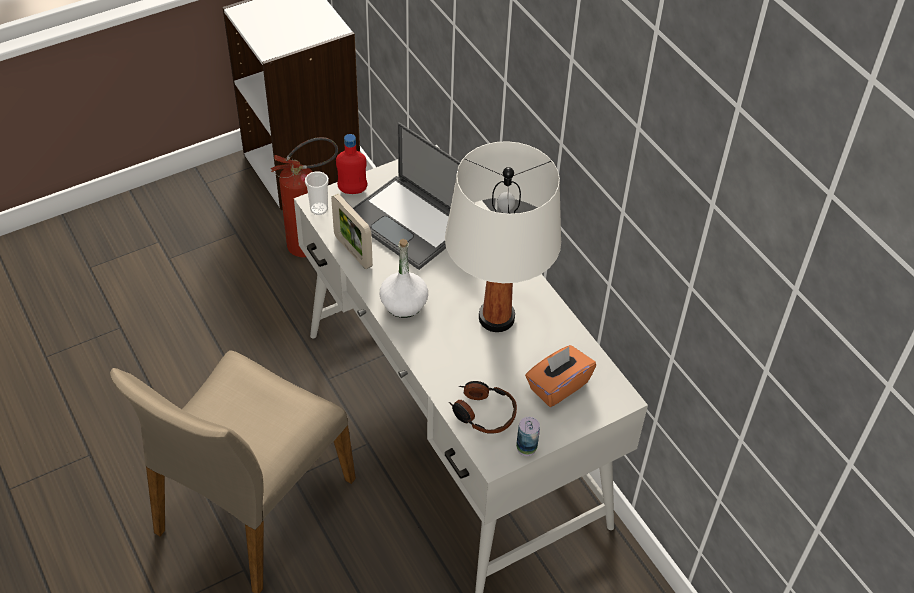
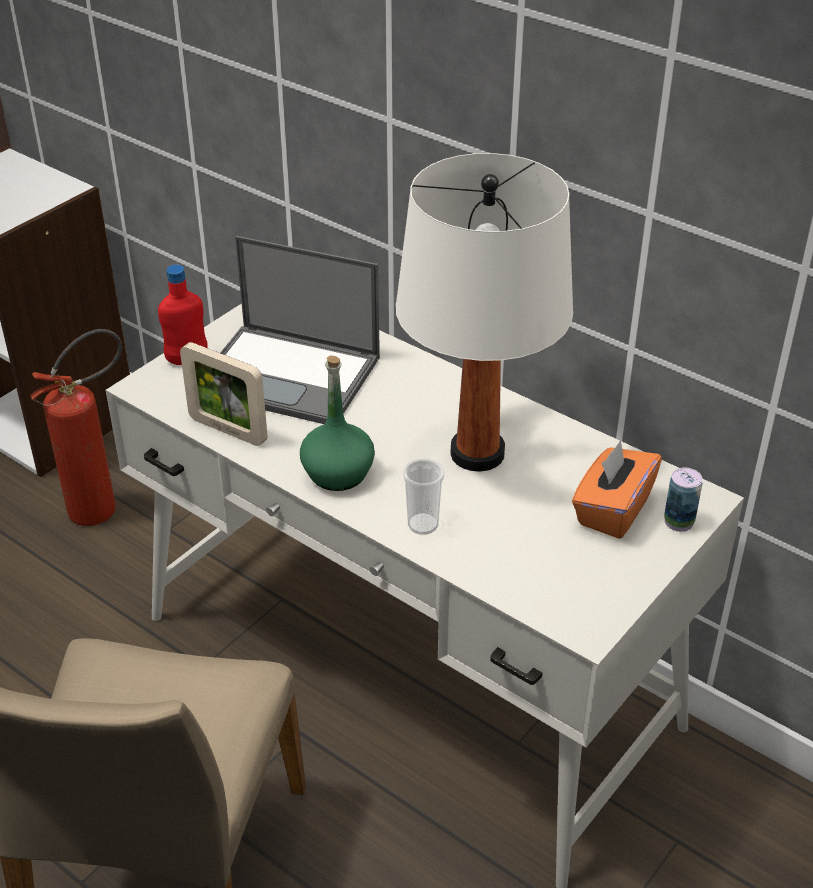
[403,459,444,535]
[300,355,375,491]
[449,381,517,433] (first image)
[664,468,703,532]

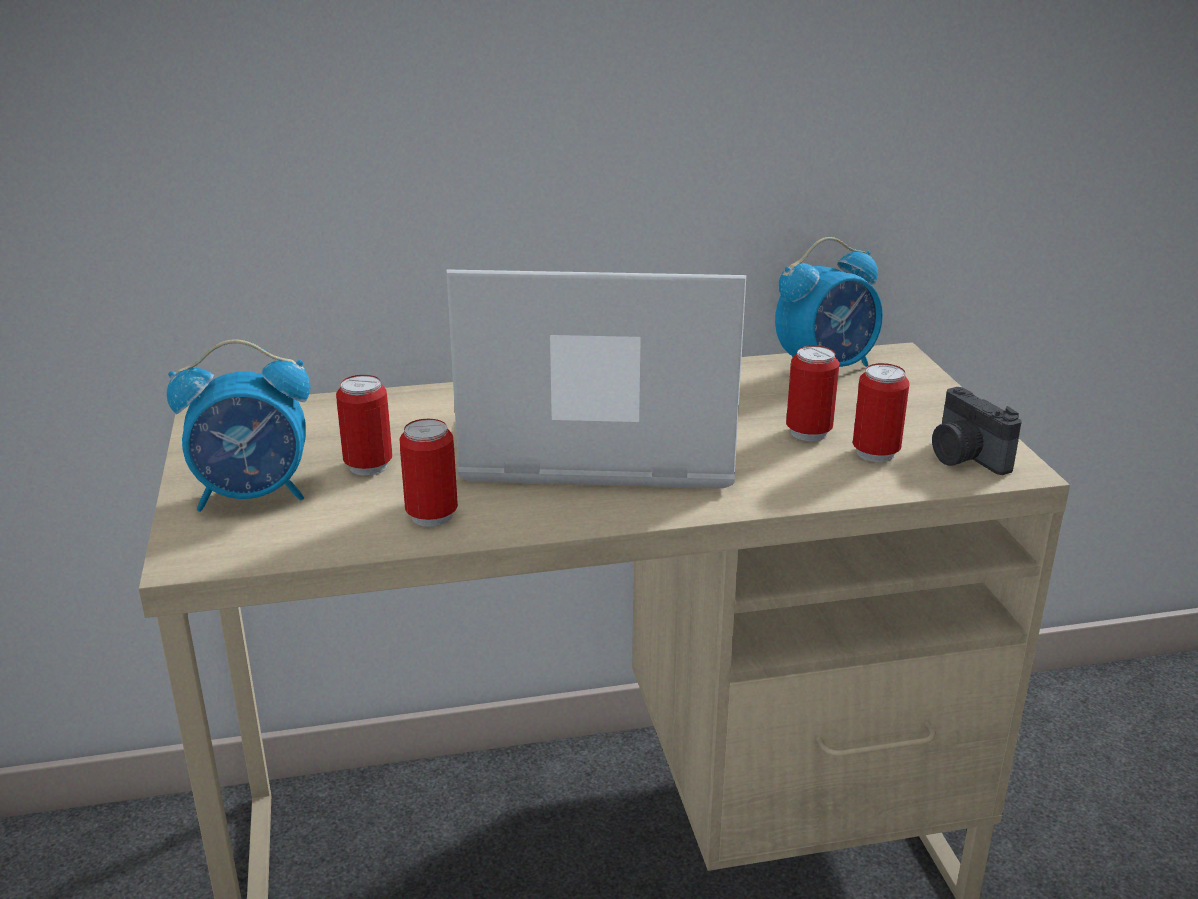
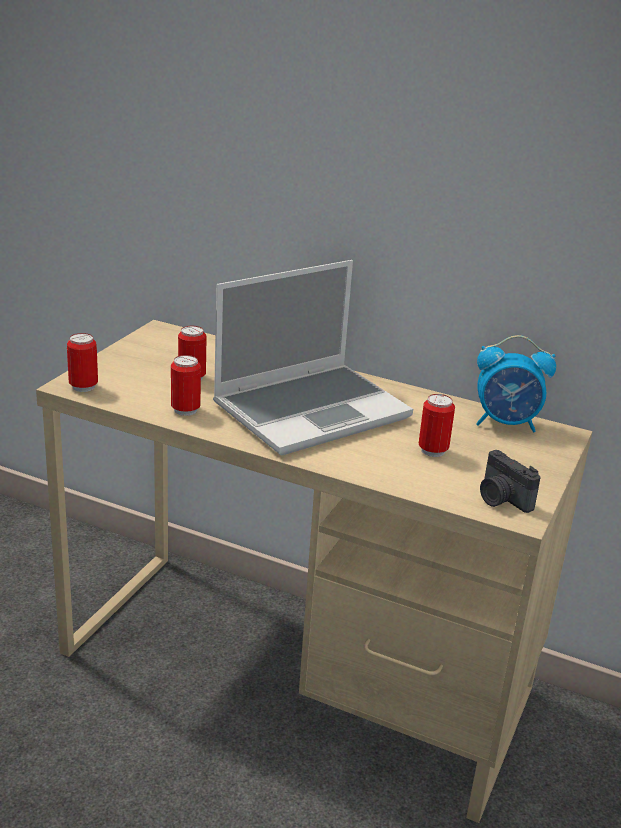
[167,339,310,512] (first image)
[213,260,413,455]
[67,333,98,392]
[480,450,541,513]

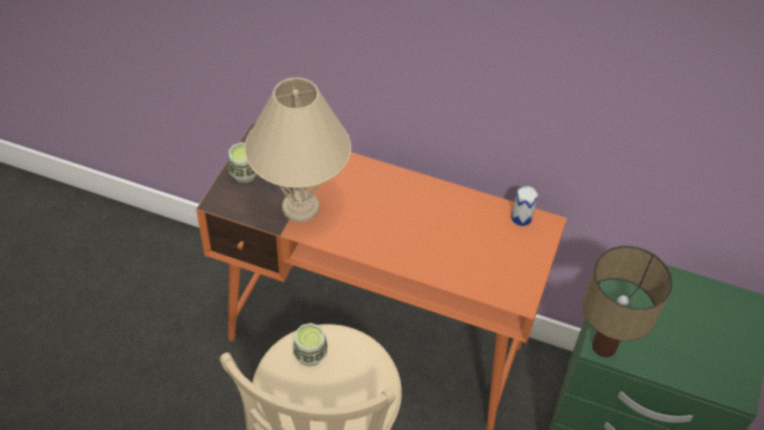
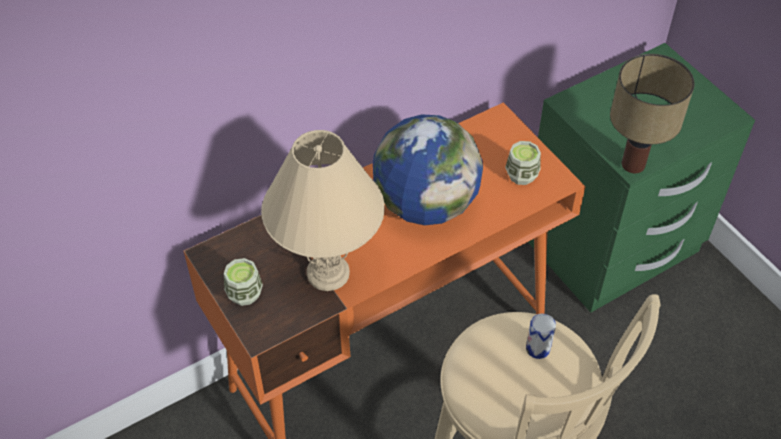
[505,141,541,185]
[526,314,556,359]
[373,114,483,226]

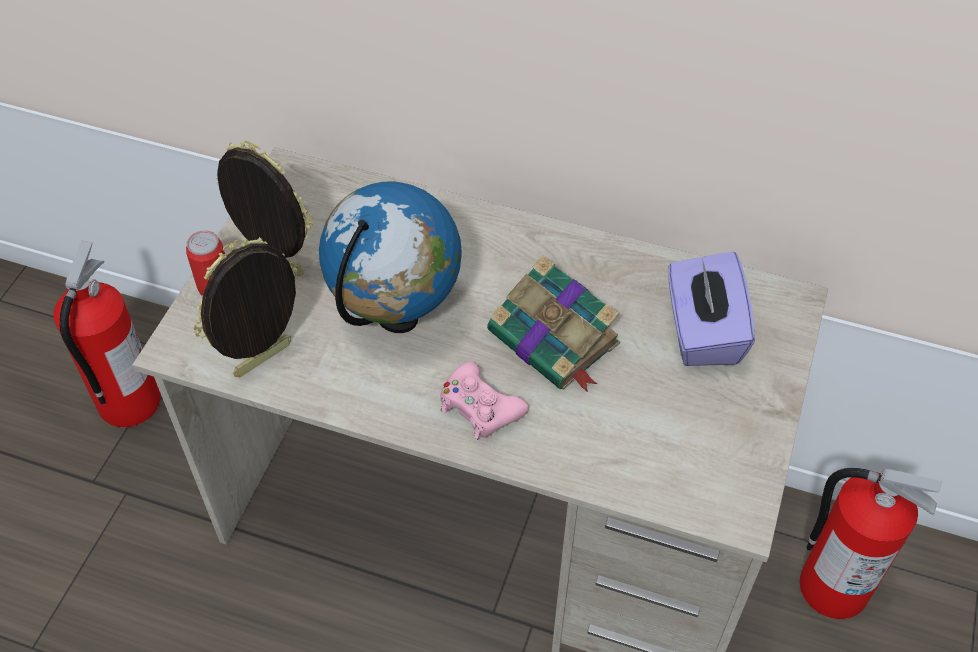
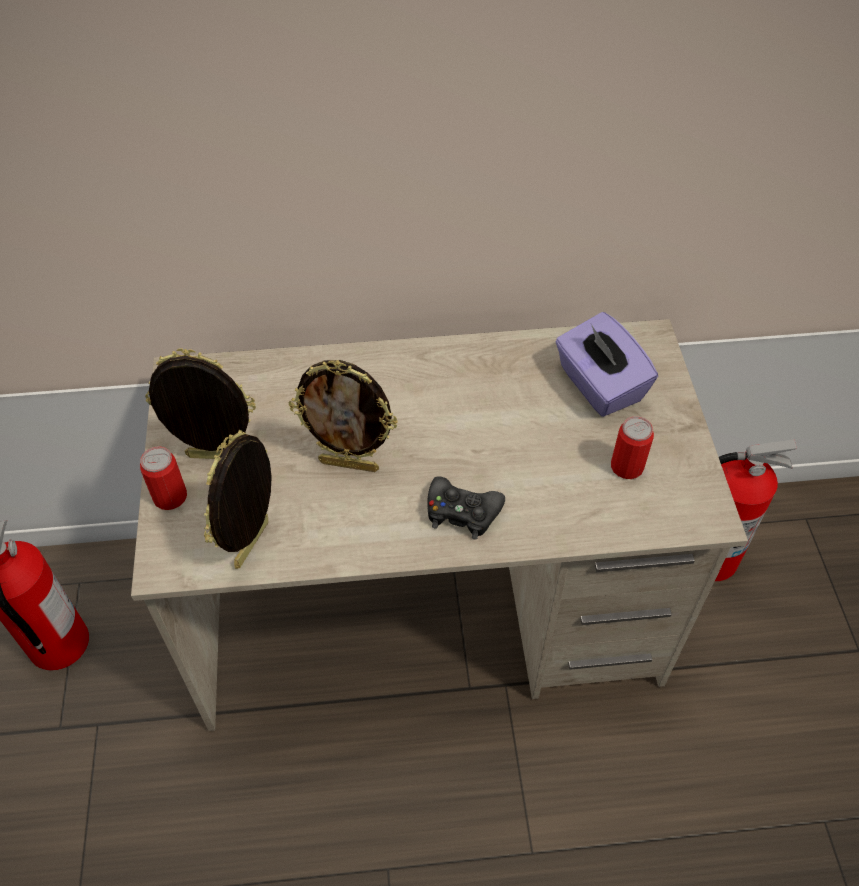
[289,360,398,472]
[427,476,505,540]
[487,255,620,392] (first image)
[611,416,654,479]

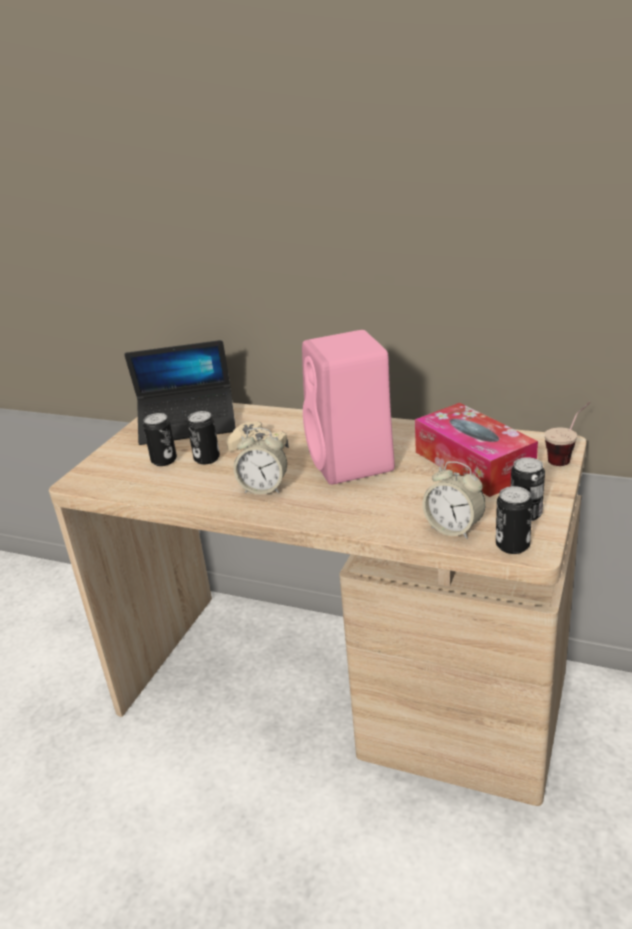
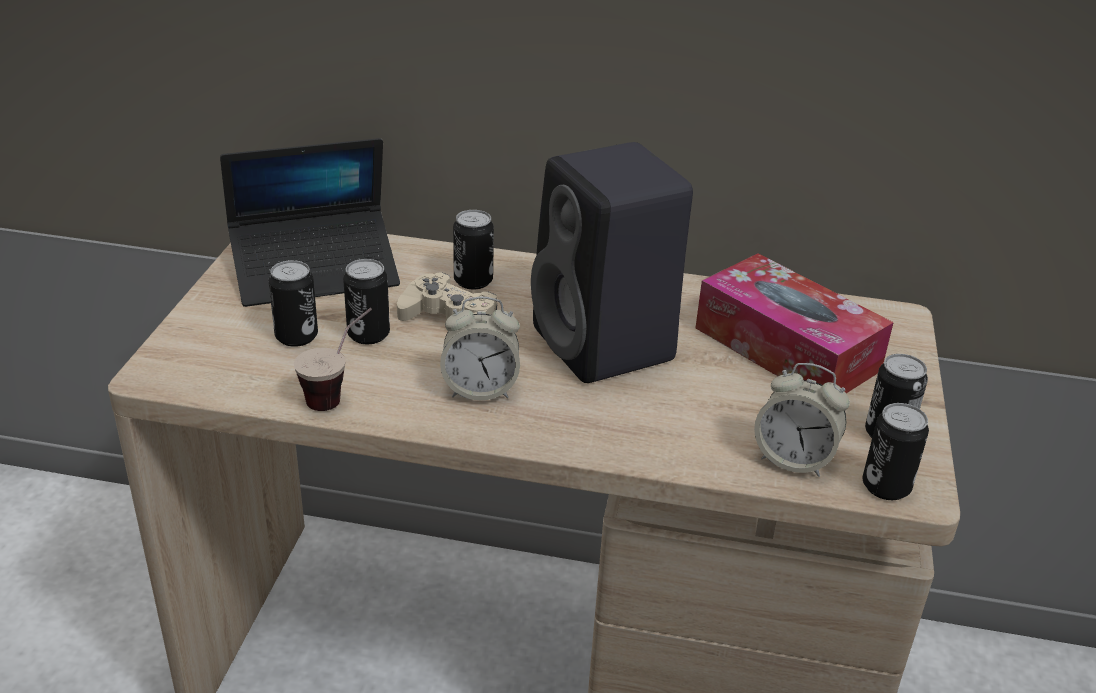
[531,142,693,383]
[294,308,372,411]
[453,210,494,289]

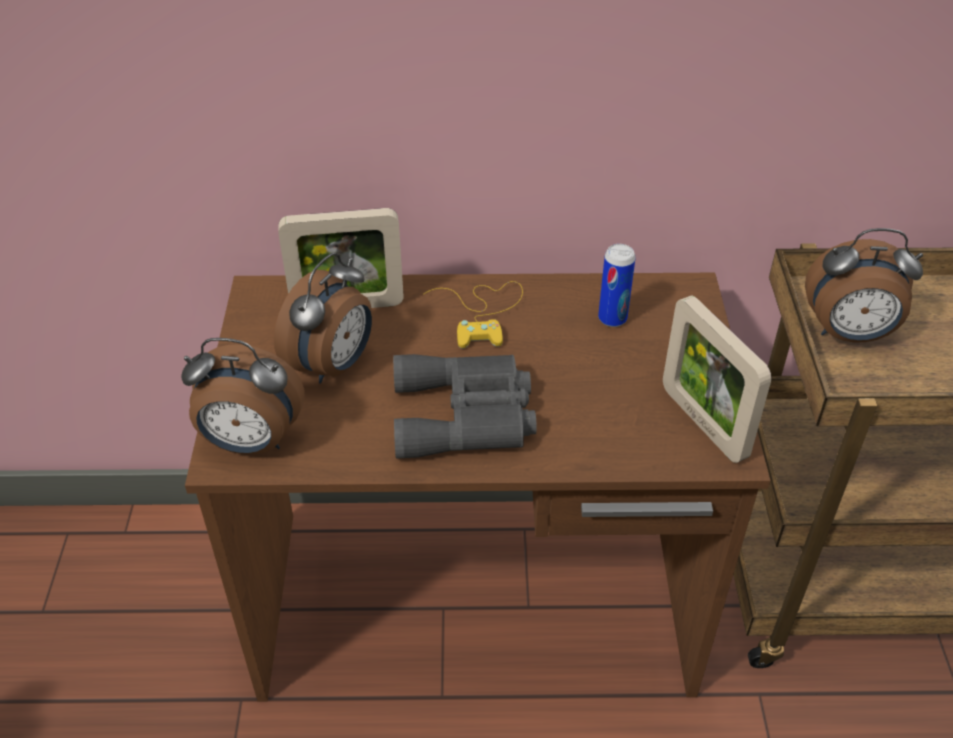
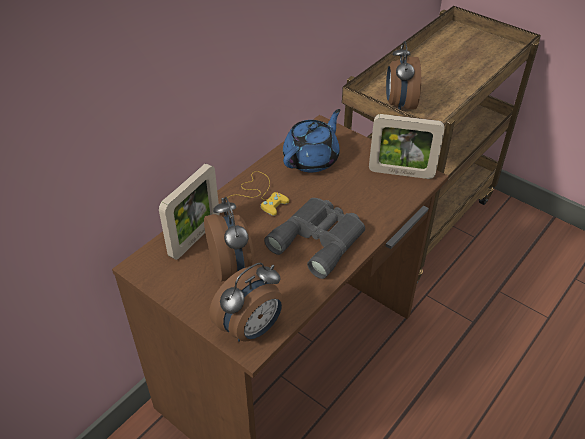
[283,109,340,172]
[386,41,421,110]

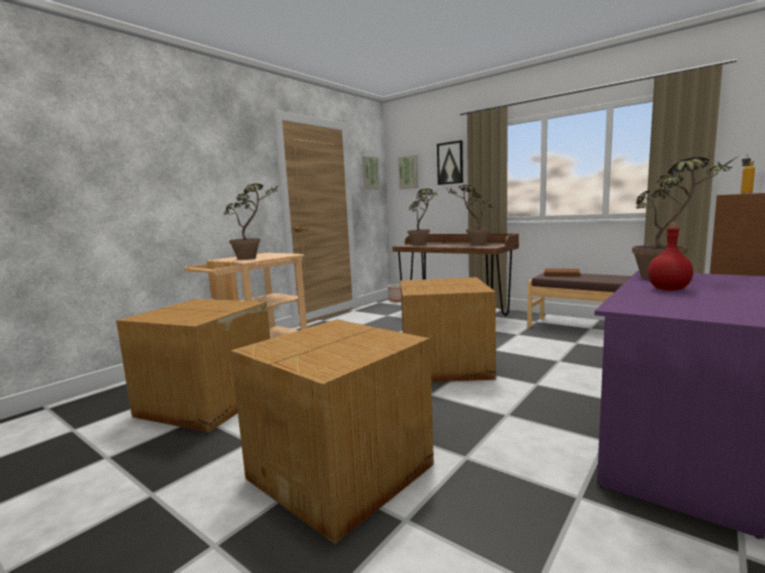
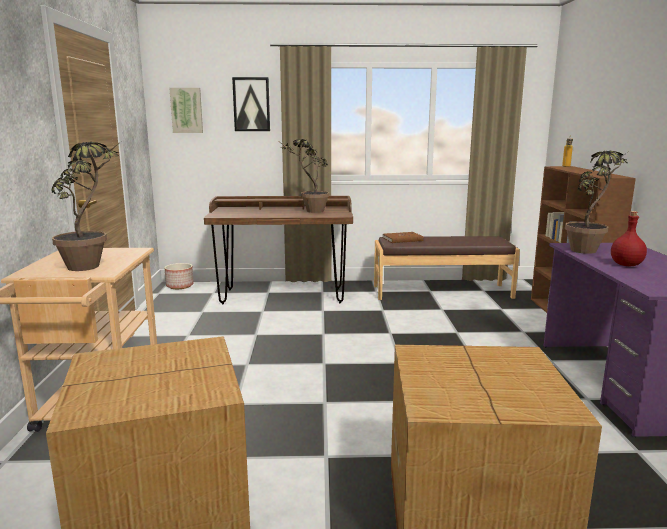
[362,156,380,190] (first image)
[400,277,496,382] (first image)
[407,189,438,245] (first image)

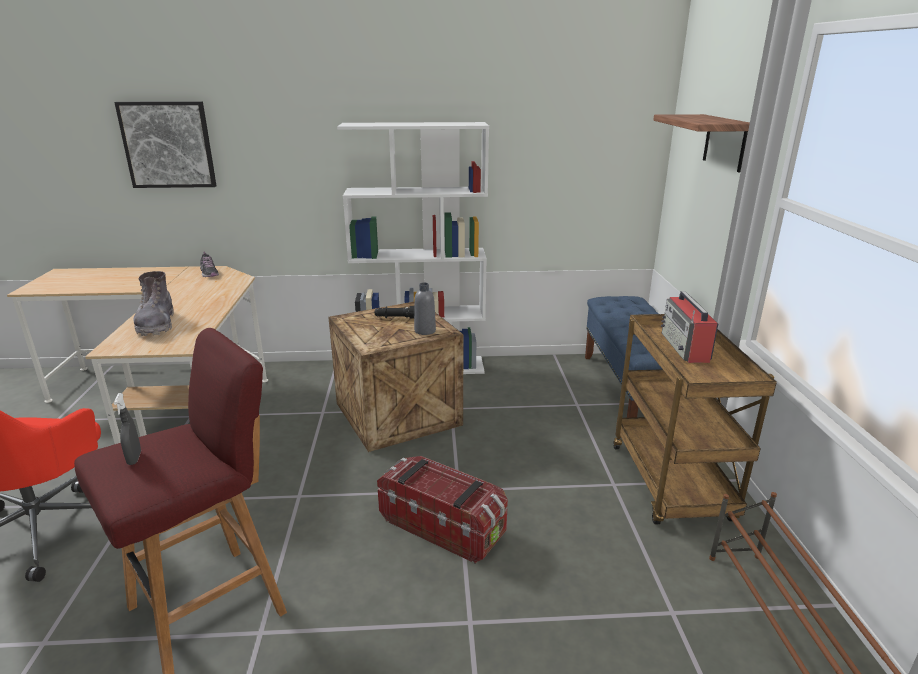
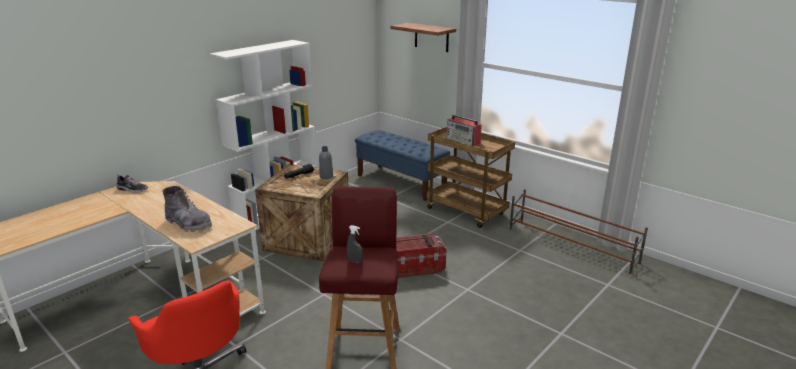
[114,101,217,188] (first image)

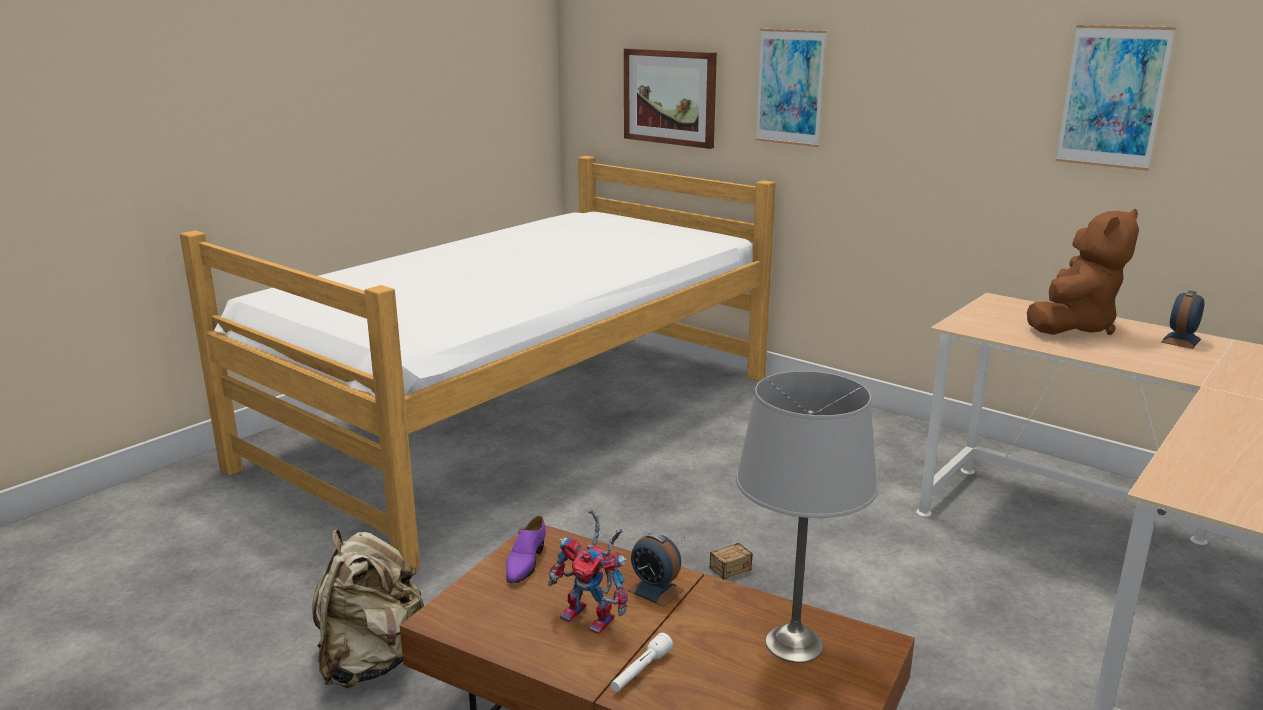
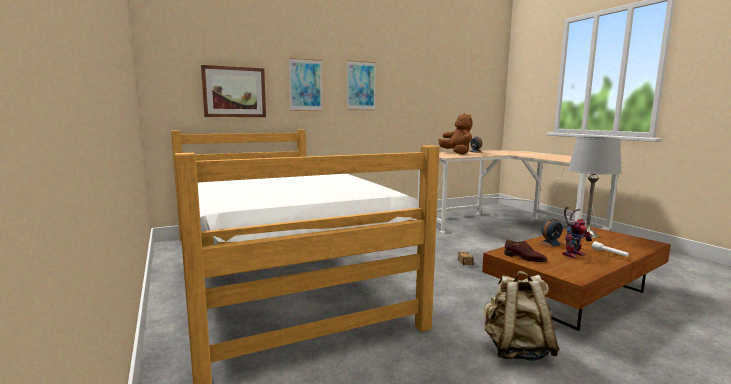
[504,239,547,262]
[347,60,376,110]

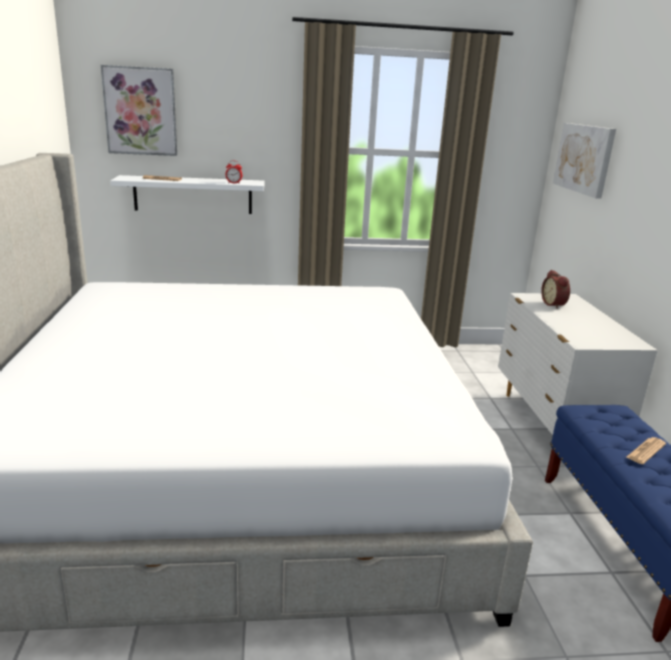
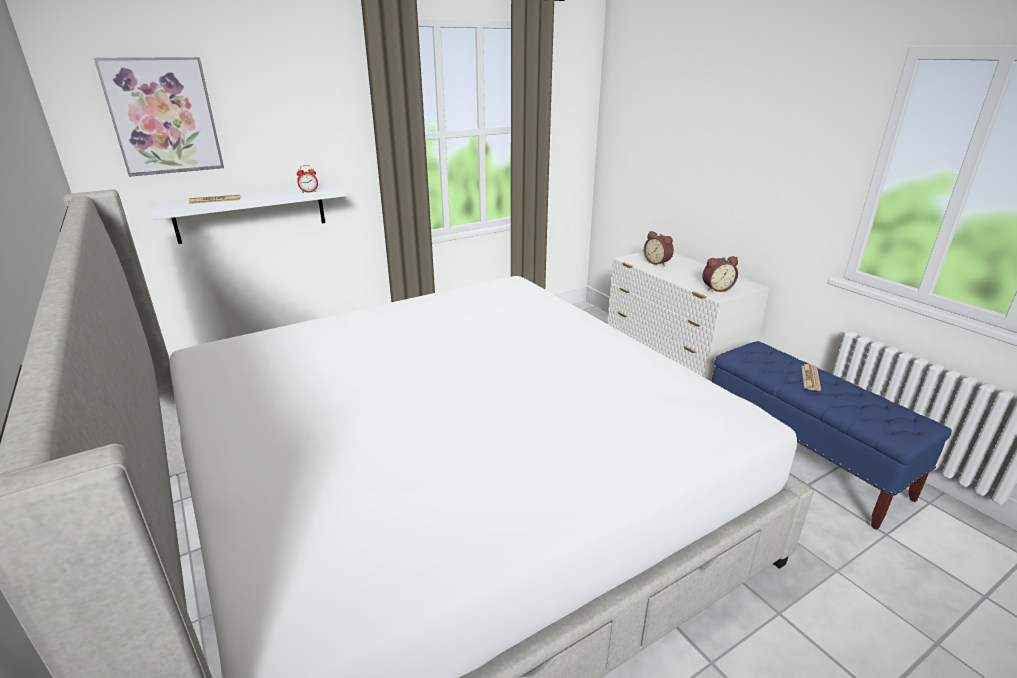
[553,123,616,199] (first image)
[702,256,738,292]

